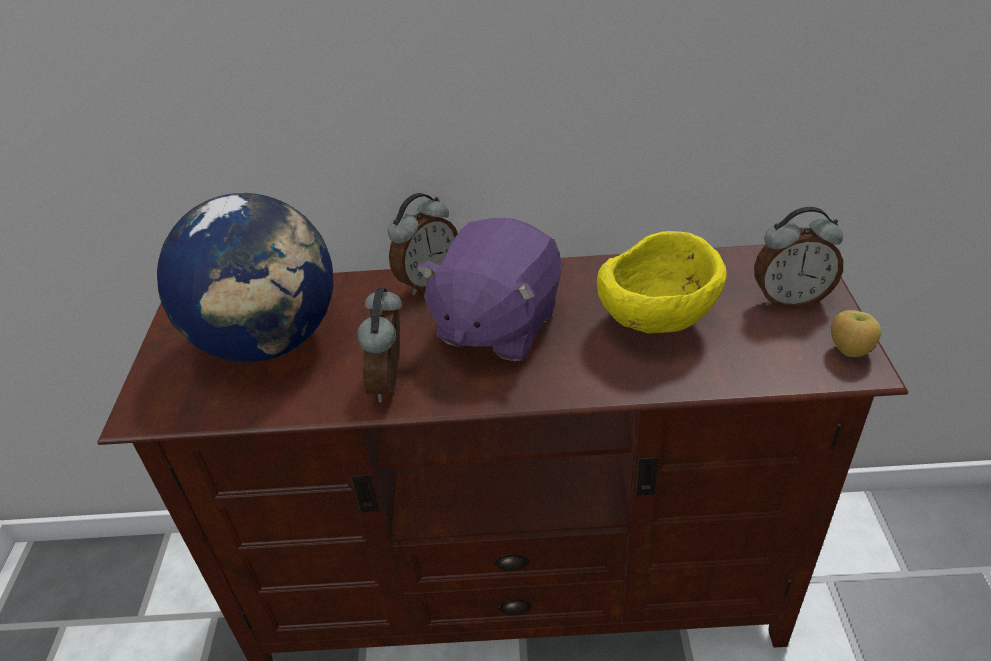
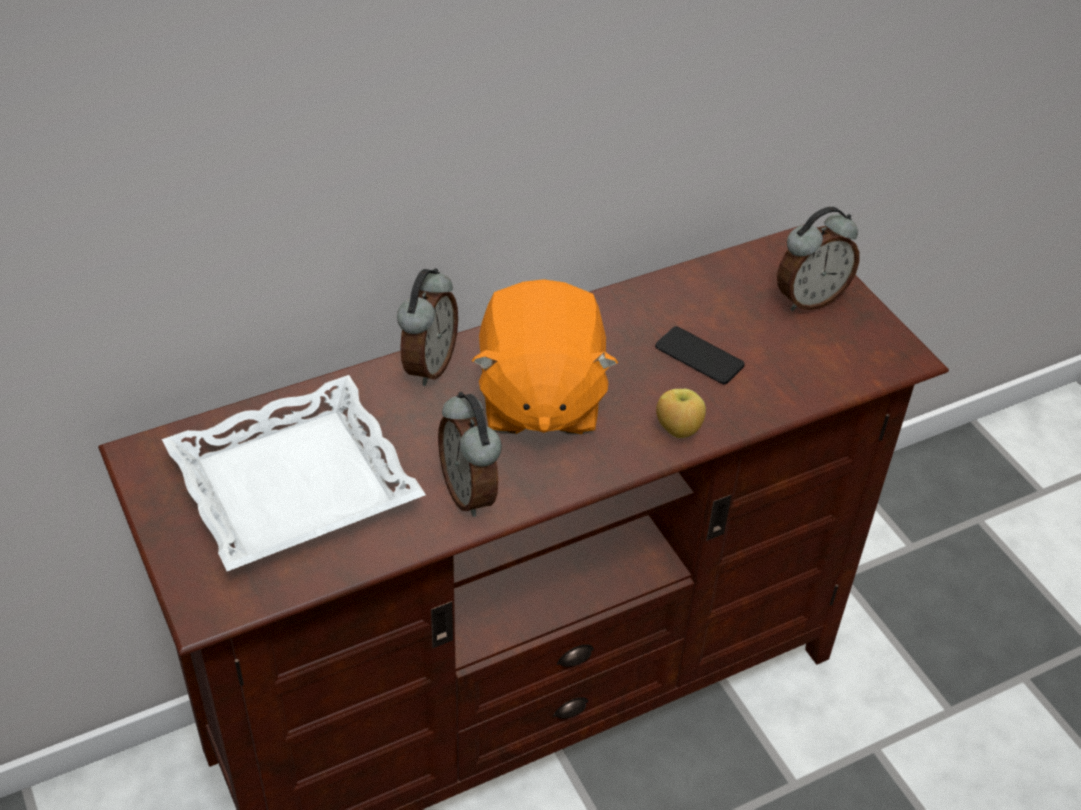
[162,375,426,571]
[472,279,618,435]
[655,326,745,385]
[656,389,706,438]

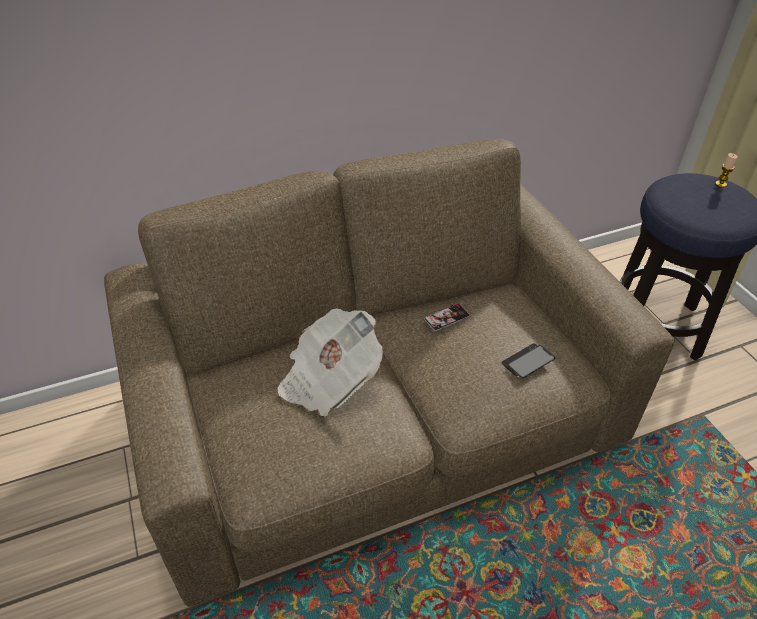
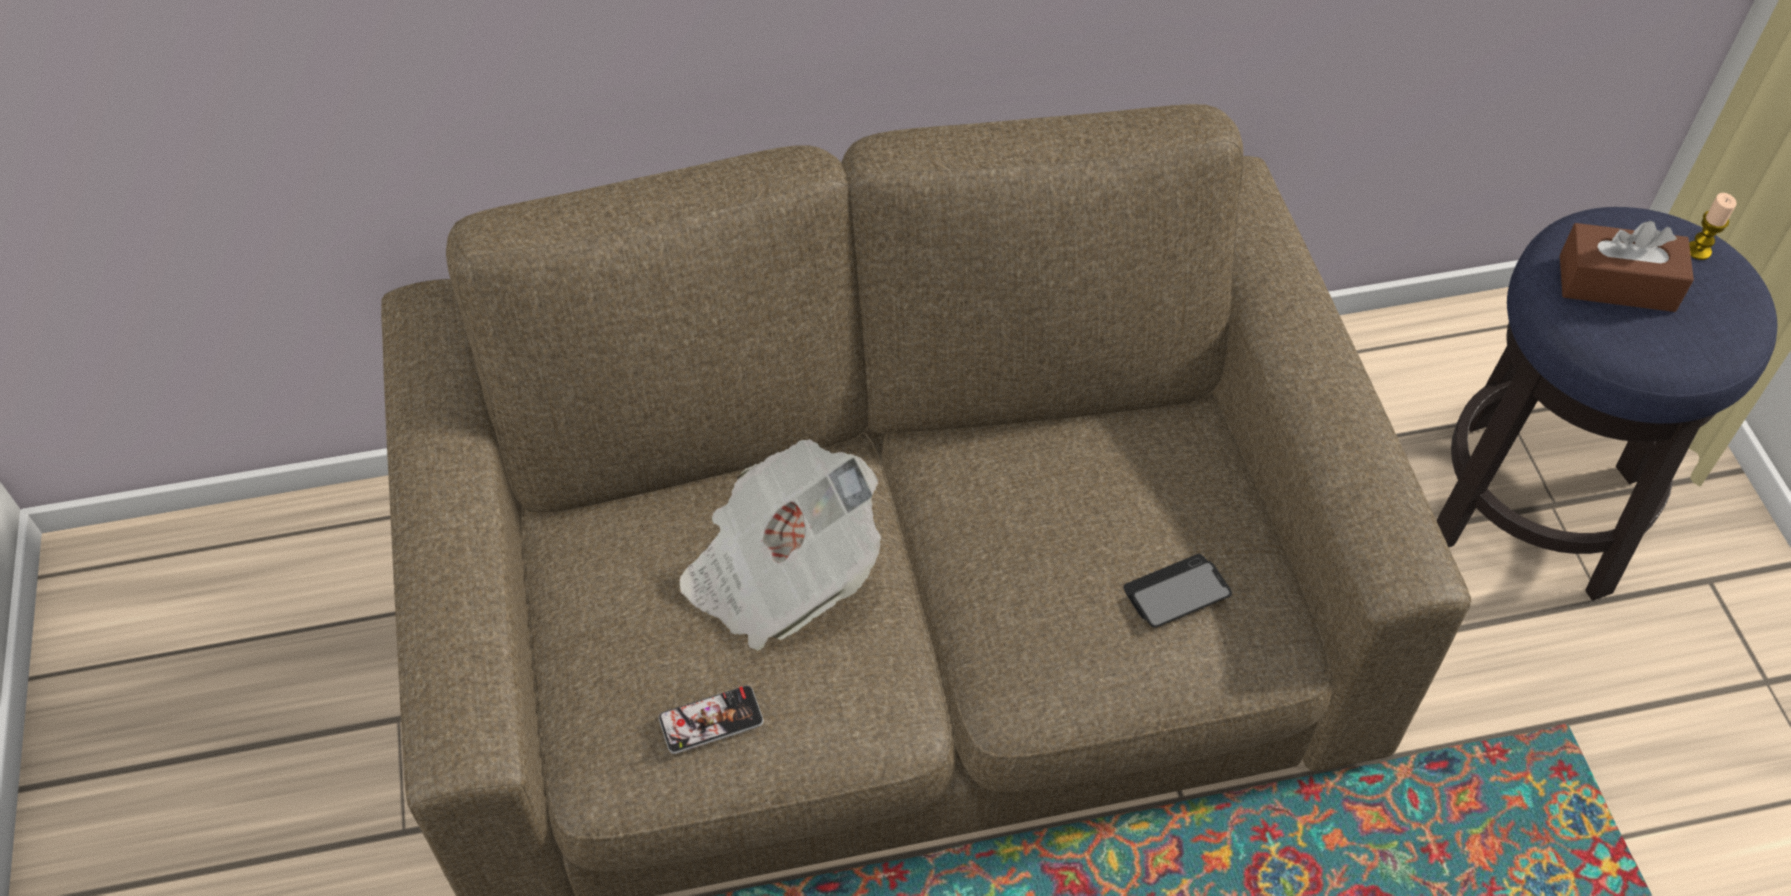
[659,686,764,754]
[1560,221,1694,312]

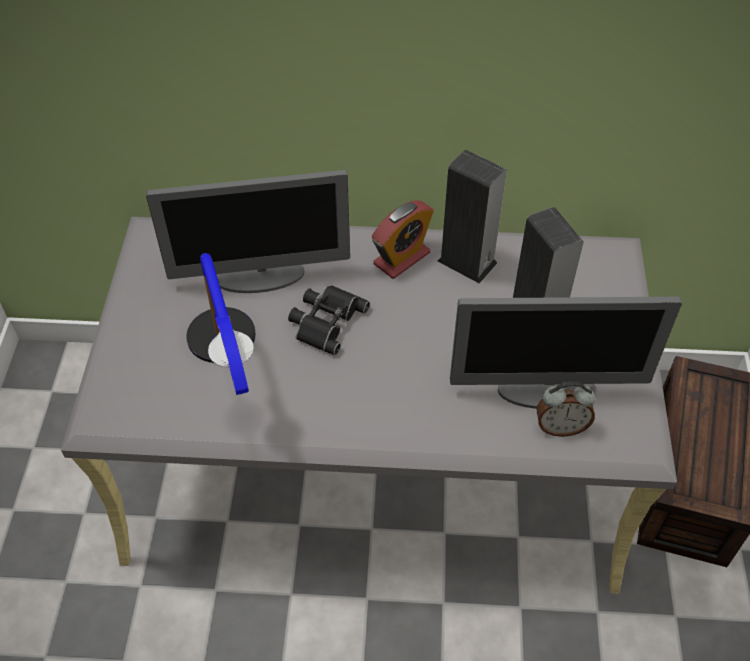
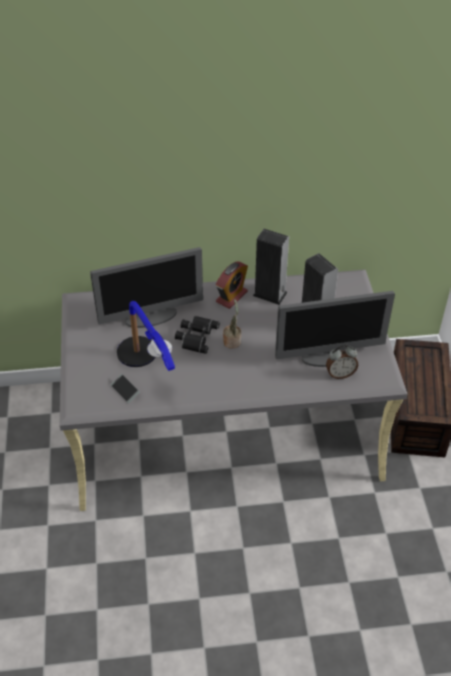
[111,374,140,403]
[223,299,241,349]

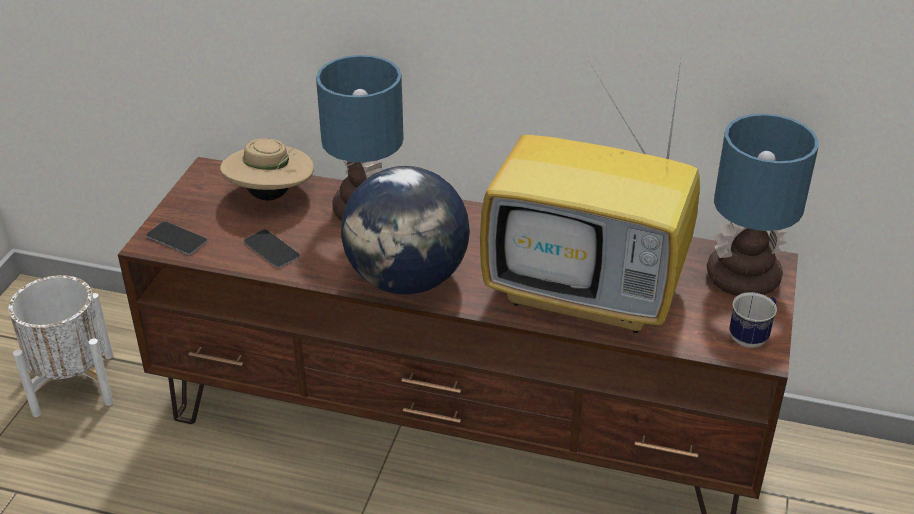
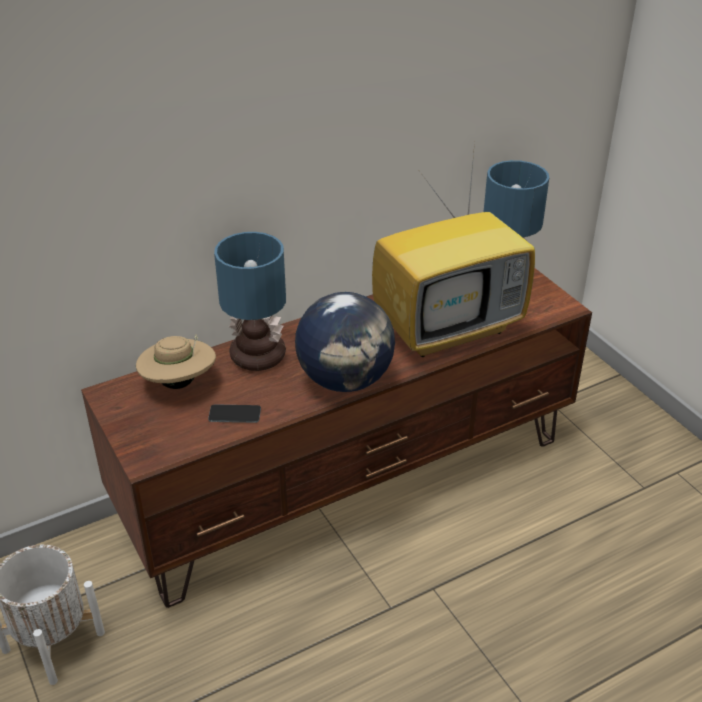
[146,222,207,255] (first image)
[729,292,777,348] (first image)

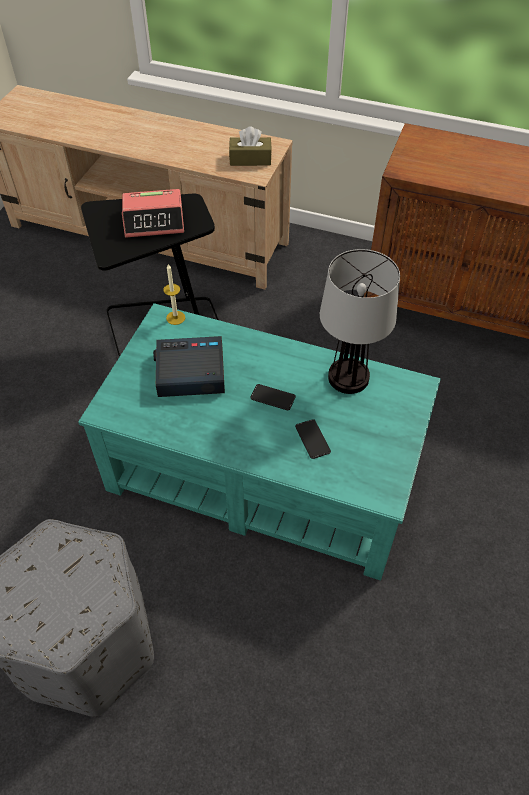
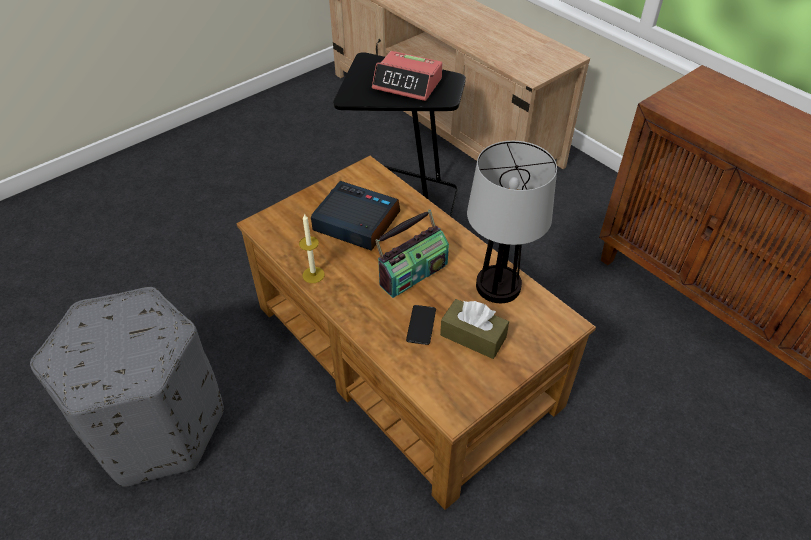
[236,156,596,510]
[299,213,325,283]
[440,299,509,359]
[375,209,449,298]

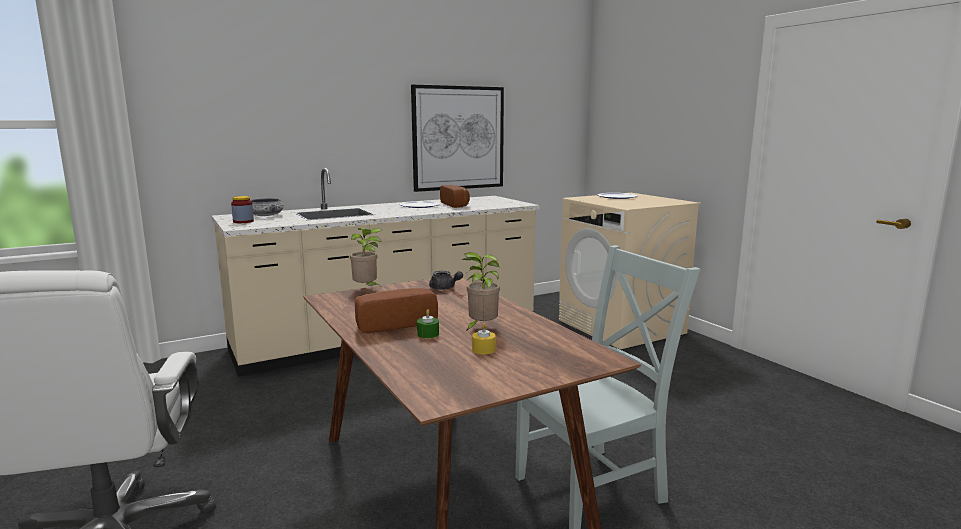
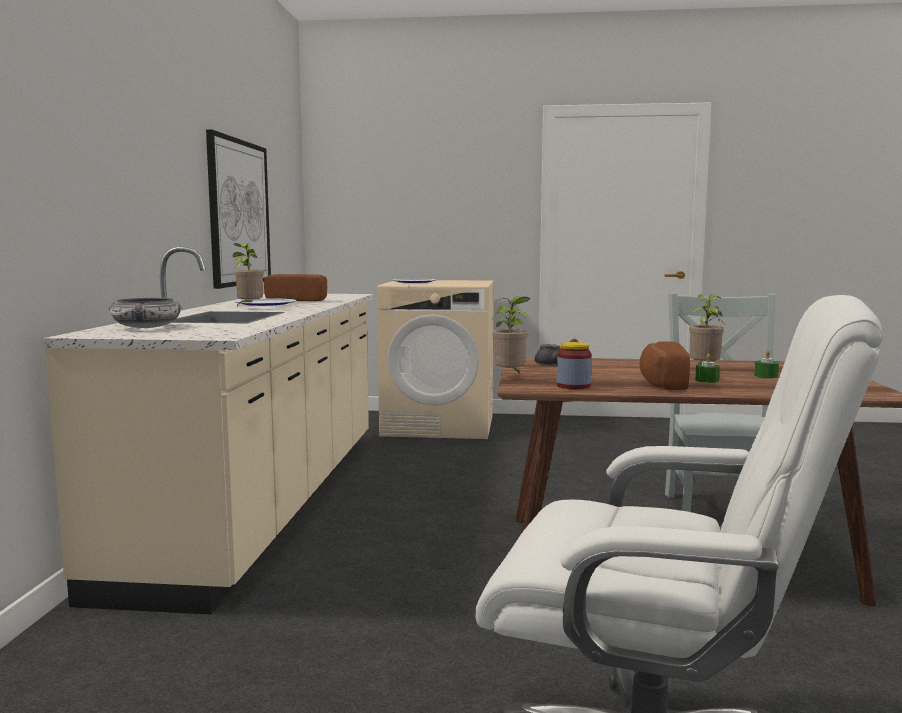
[557,342,592,389]
[754,350,779,379]
[233,242,264,307]

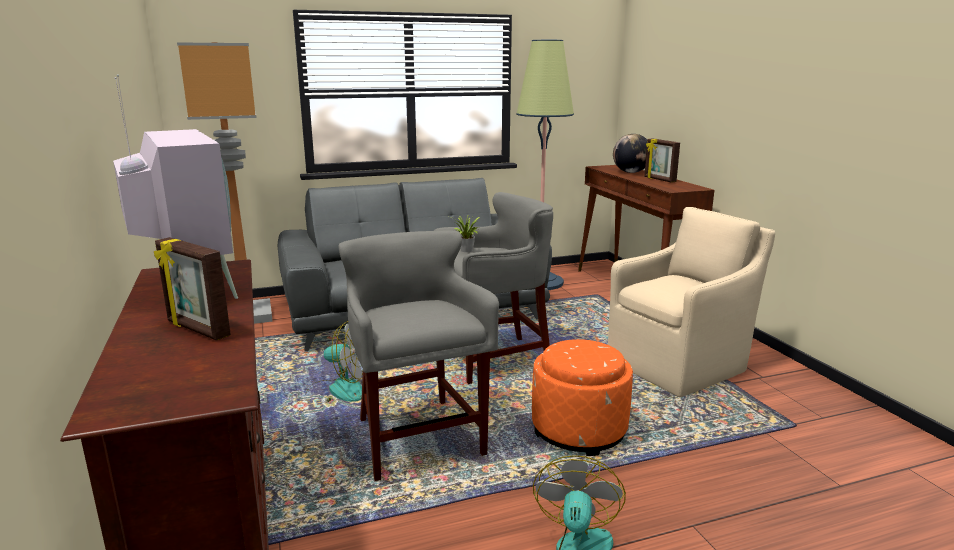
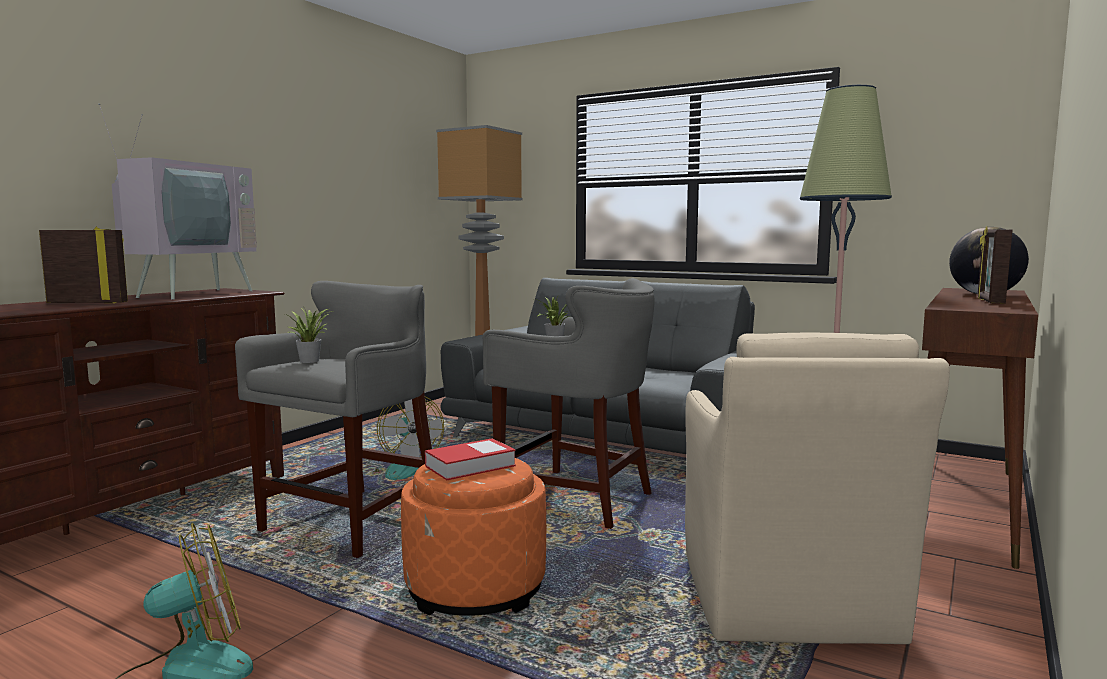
[39,227,128,303]
[685,332,950,644]
[285,307,334,363]
[425,438,516,480]

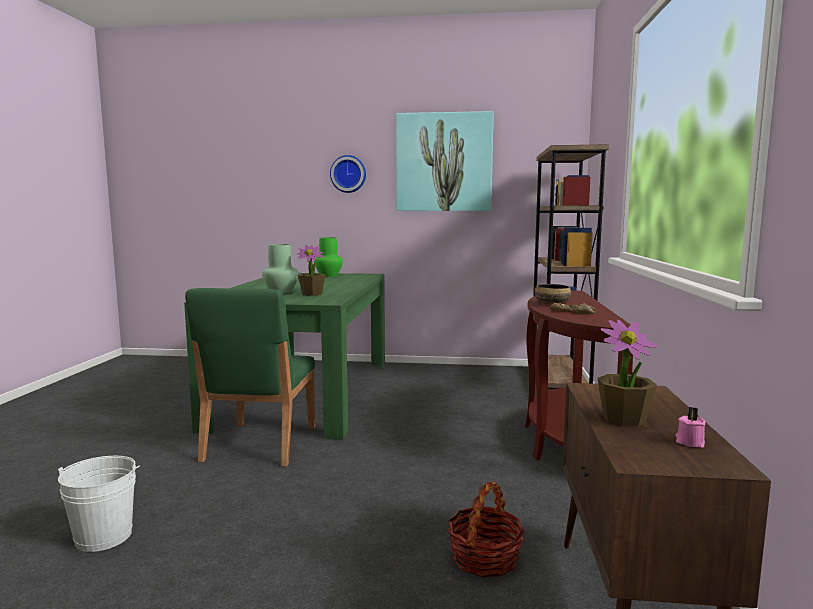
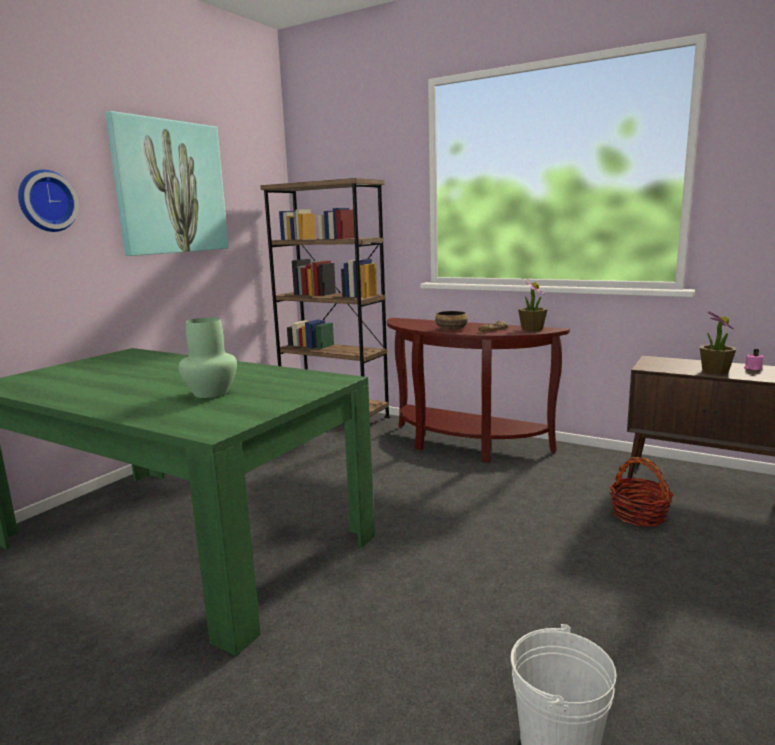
[185,288,315,467] (first image)
[518,279,548,331]
[314,237,343,277] (first image)

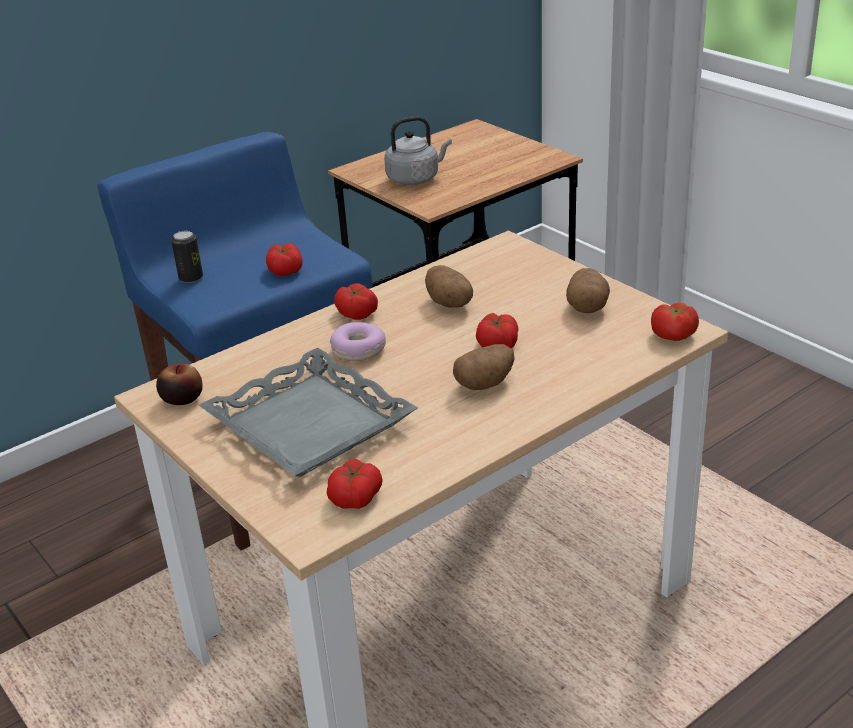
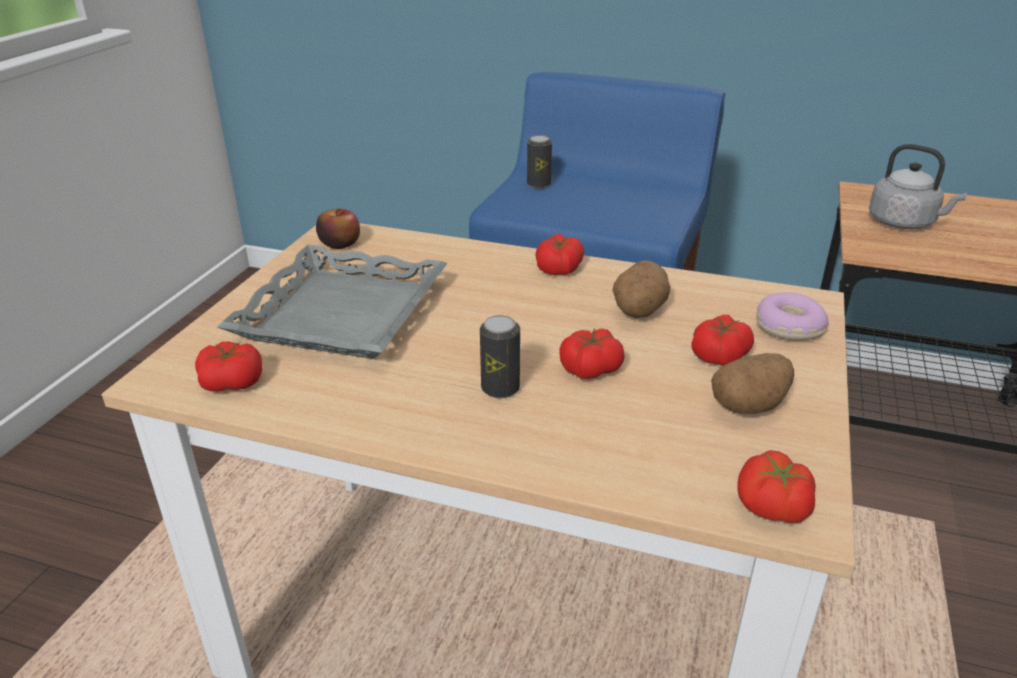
[691,315,754,366]
[756,292,829,340]
[480,315,520,398]

